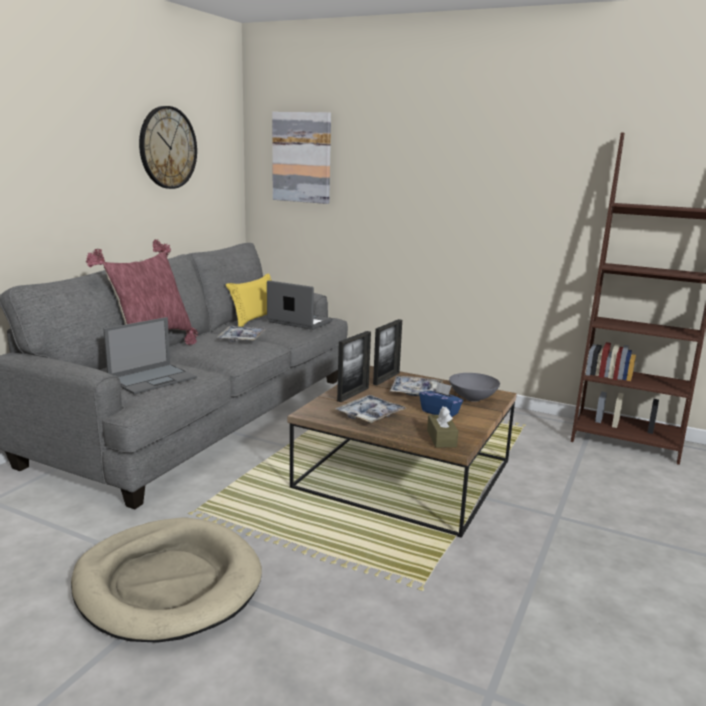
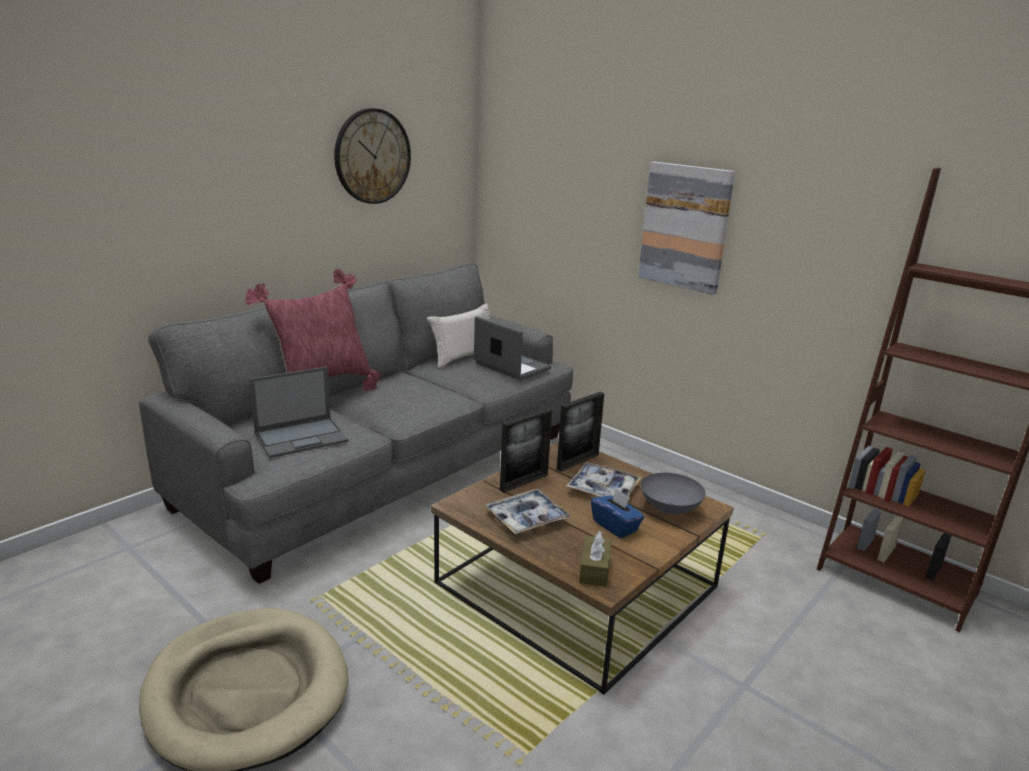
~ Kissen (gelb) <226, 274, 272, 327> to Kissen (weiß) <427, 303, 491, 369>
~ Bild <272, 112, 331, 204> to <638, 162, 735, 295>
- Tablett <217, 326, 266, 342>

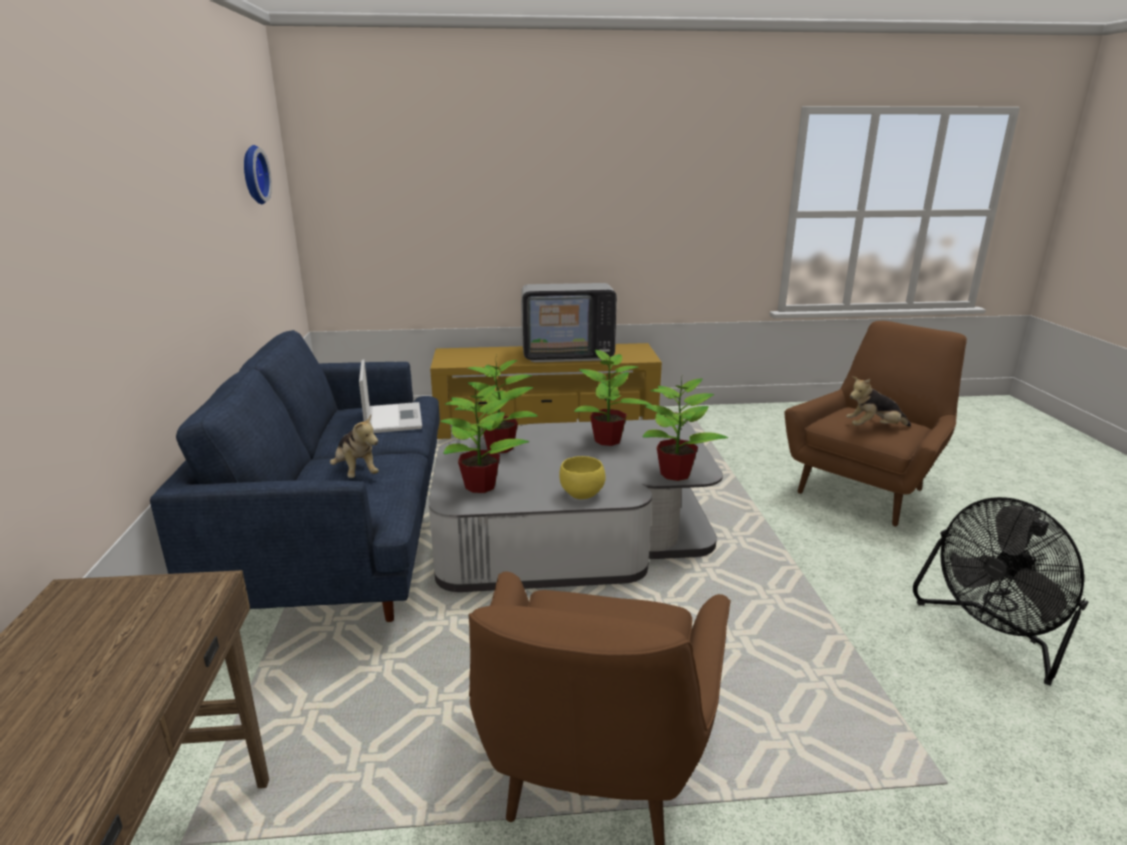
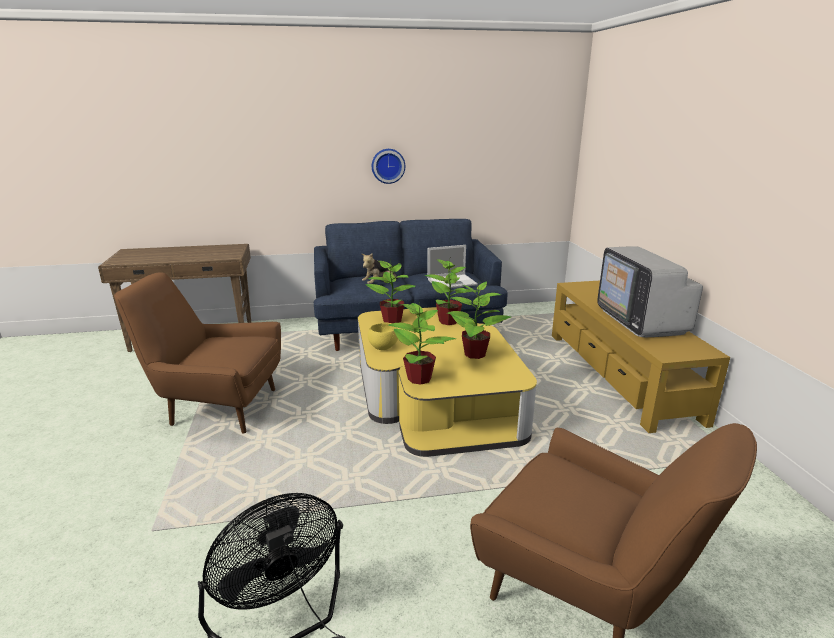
~ Couchtisch (grau) <429, 419, 723, 592> to Couchtisch (gelb) <358, 307, 537, 457>
~ Wanduhr <244, 145, 272, 204> to <372, 149, 405, 184>
- Plüschtier <846, 376, 911, 426>

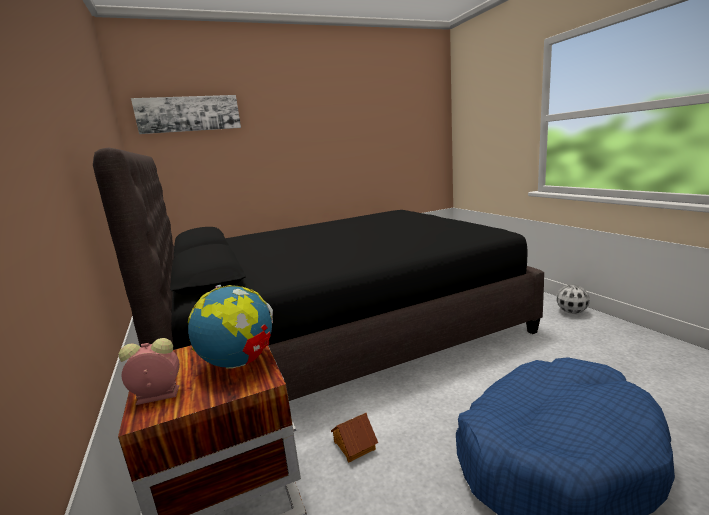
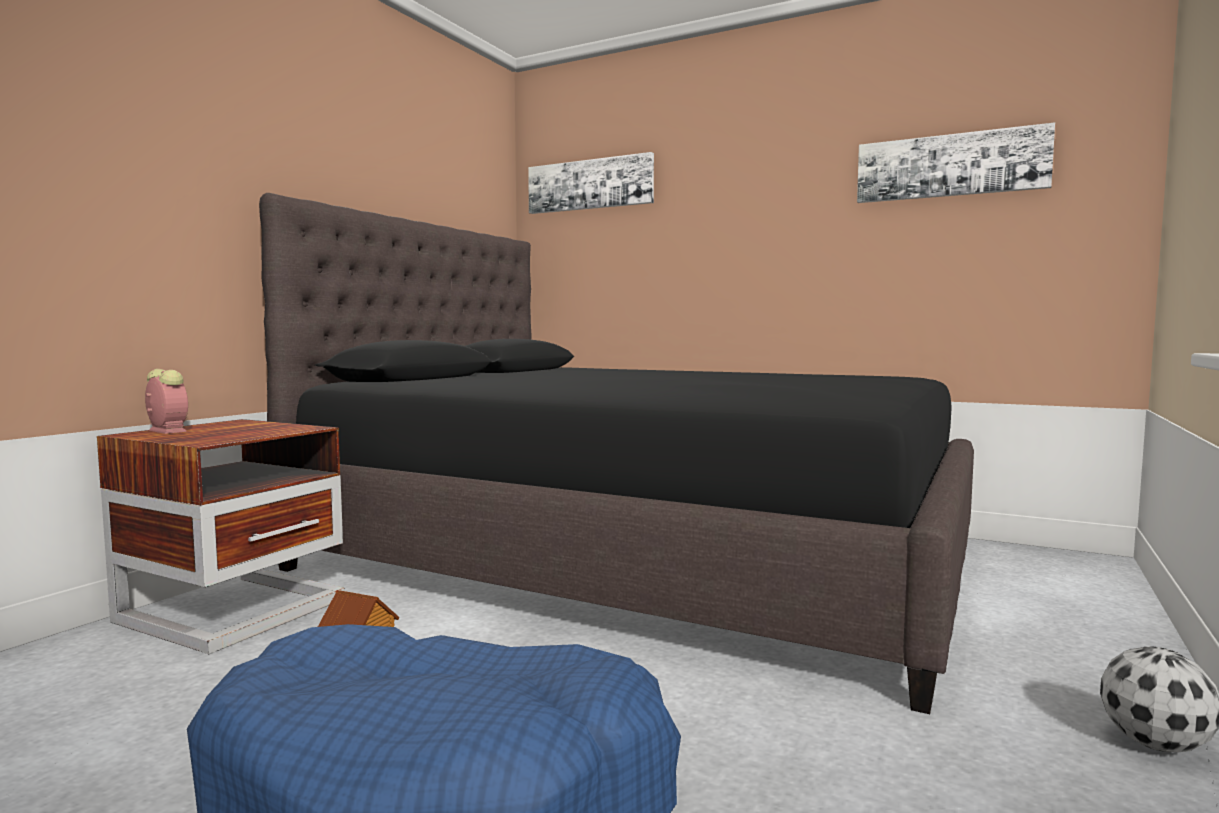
+ Bild <857, 122, 1055, 203>
- Globus <188, 285, 273, 369>

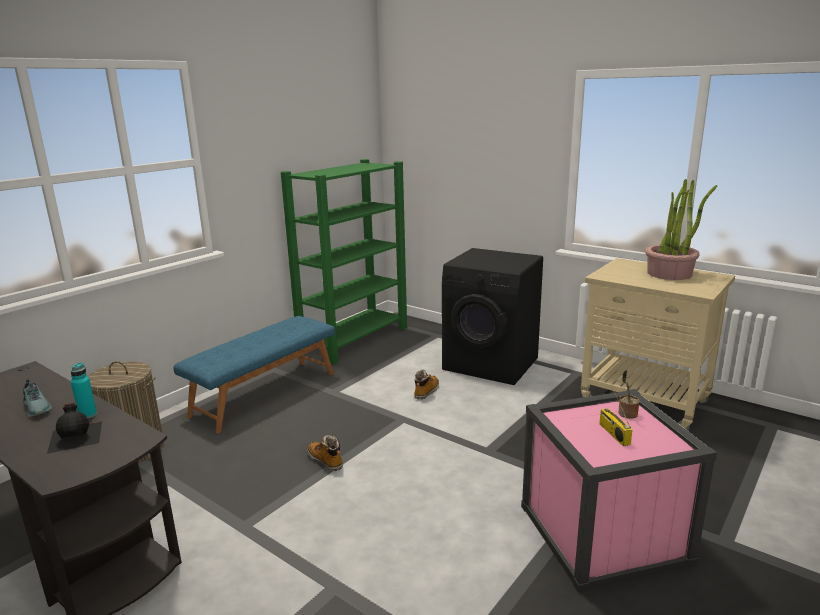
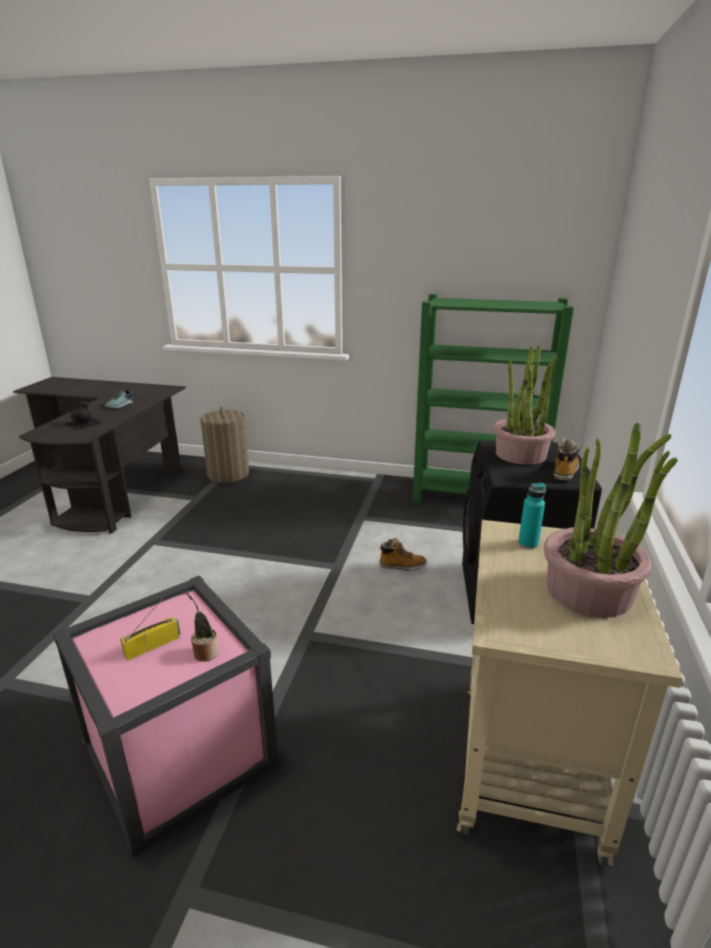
+ Topfpflanze <493, 346, 557, 465>
~ Flasche (türkis) <71, 363, 97, 419> to <518, 483, 546, 549>
~ Stiefel <307, 435, 343, 471> to <554, 438, 580, 481>
- Bank (blau) <173, 316, 335, 433>

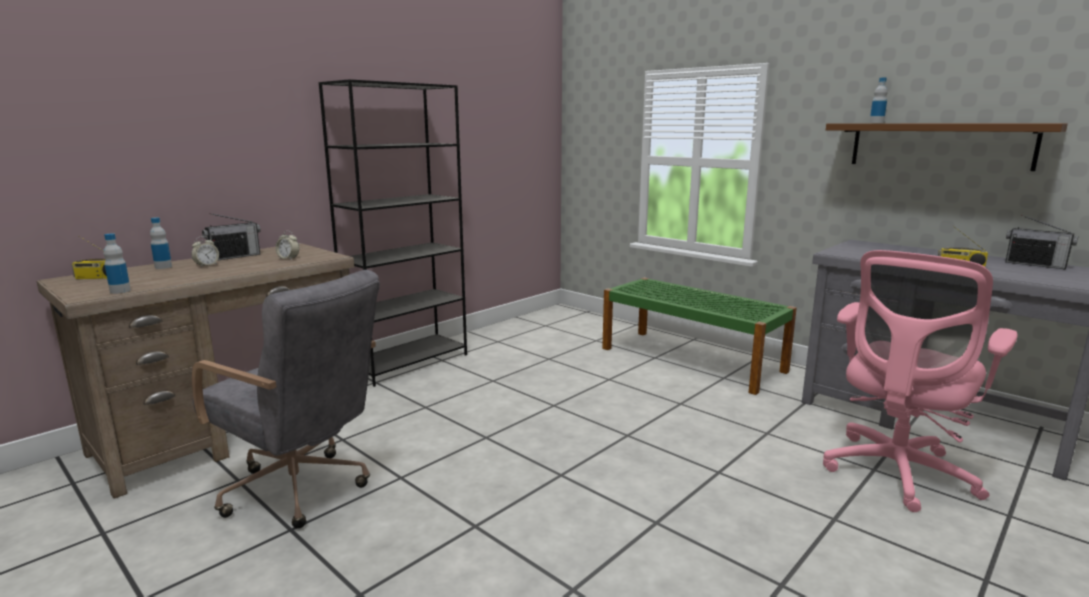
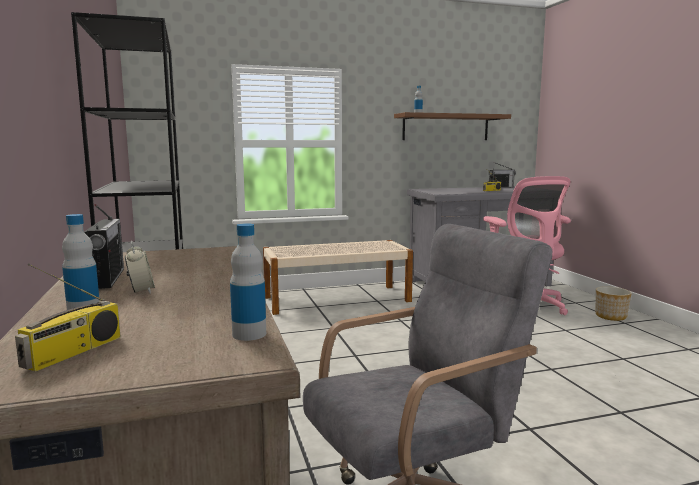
~ Bank (grün) <602, 278, 797, 395> to Bank (beige) <263, 240, 413, 315>
+ Pflanzkübel <596, 286, 632, 321>
- Wecker <275, 231, 299, 260>

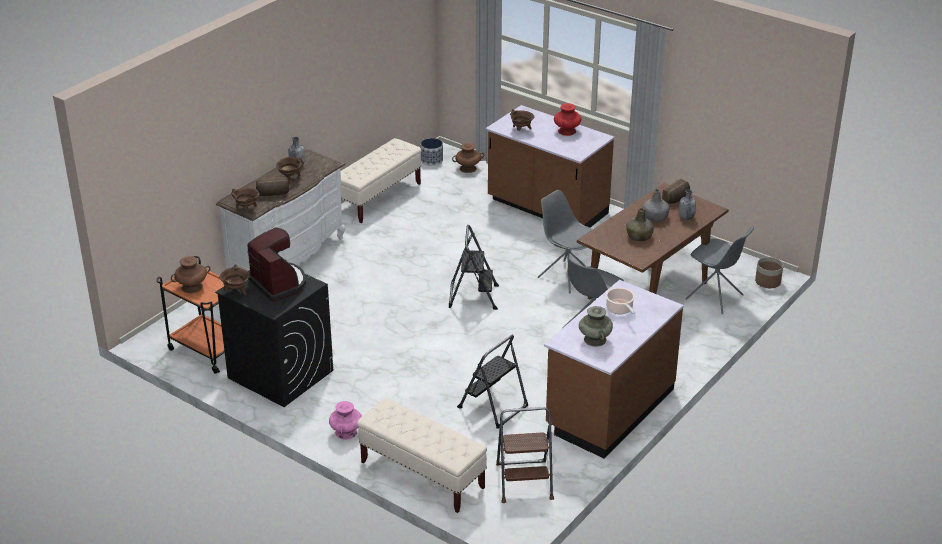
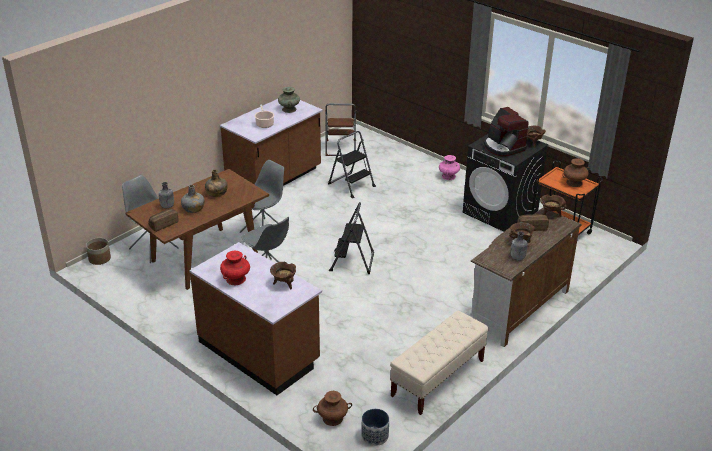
- Bank (beige) <357, 398, 487, 513>

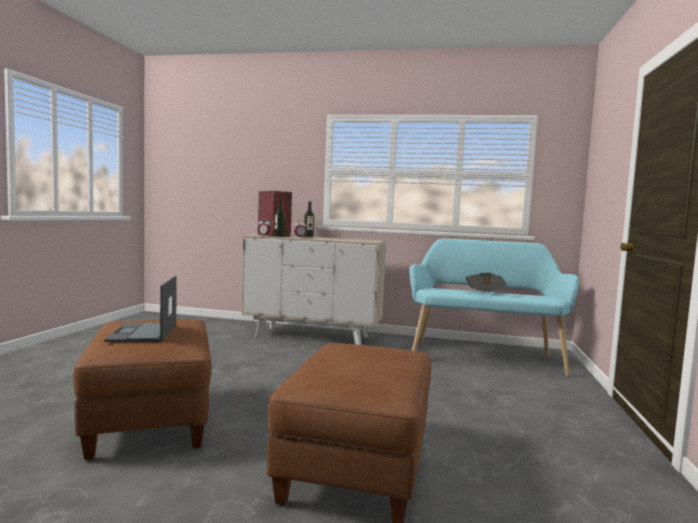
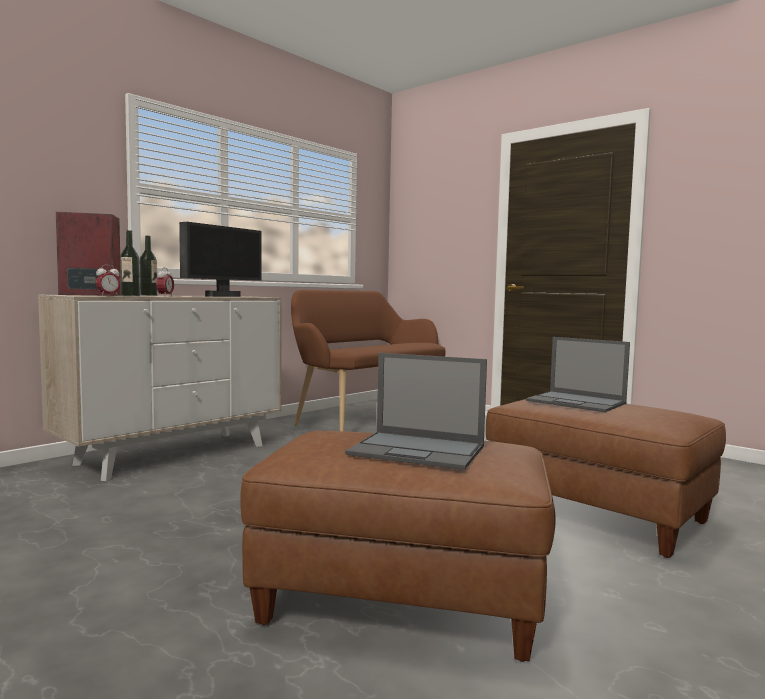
+ Monitor <179, 222, 261, 297>
~ Bank (türkis) <409, 238, 579, 377> to Bank (braun) <291, 290, 446, 431>
+ Laptop <526, 337, 630, 412>
- Zeitung <466, 273, 506, 291>

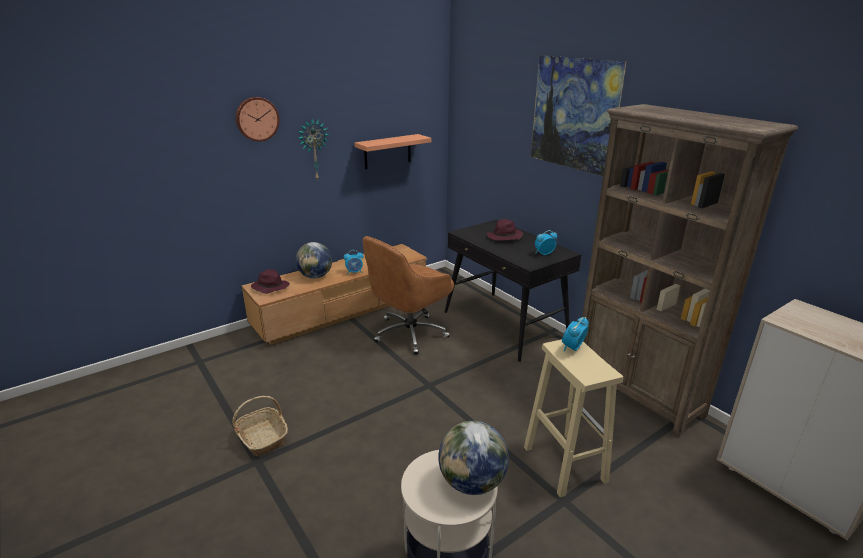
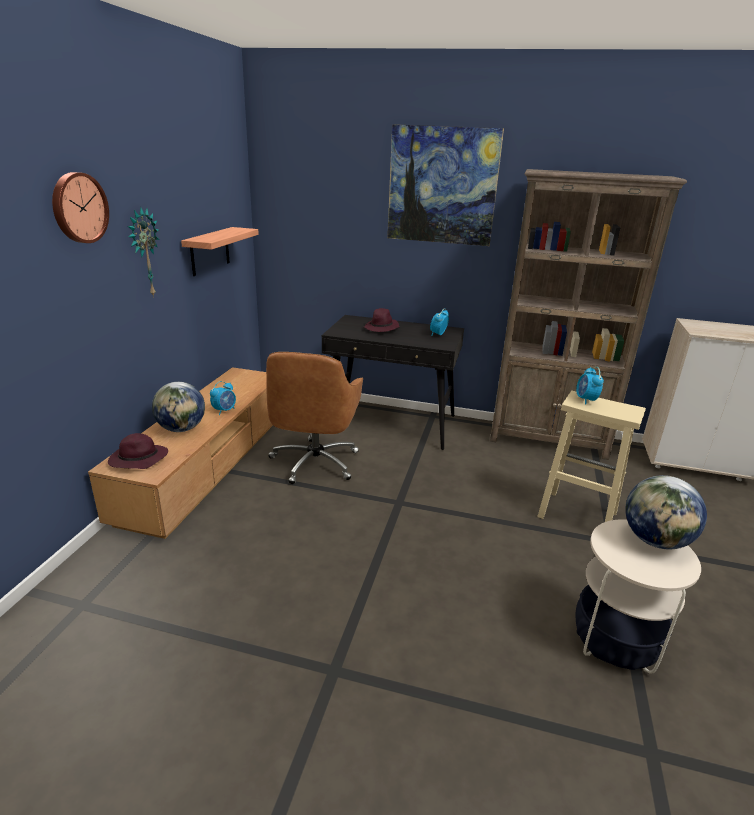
- Korb <232, 396, 288, 456>

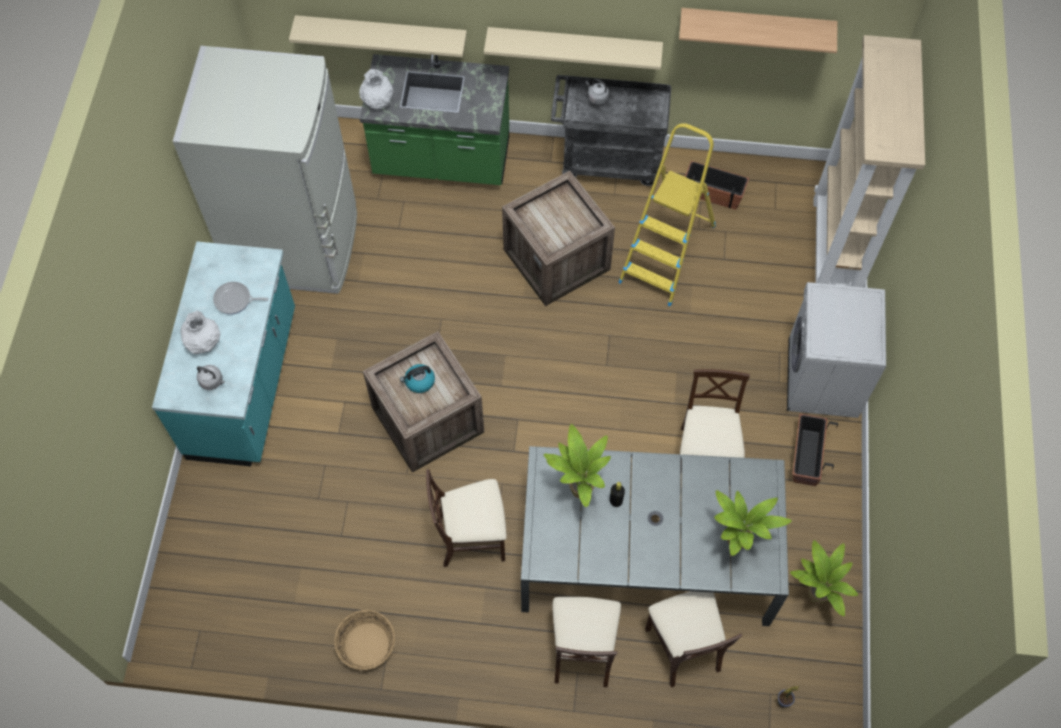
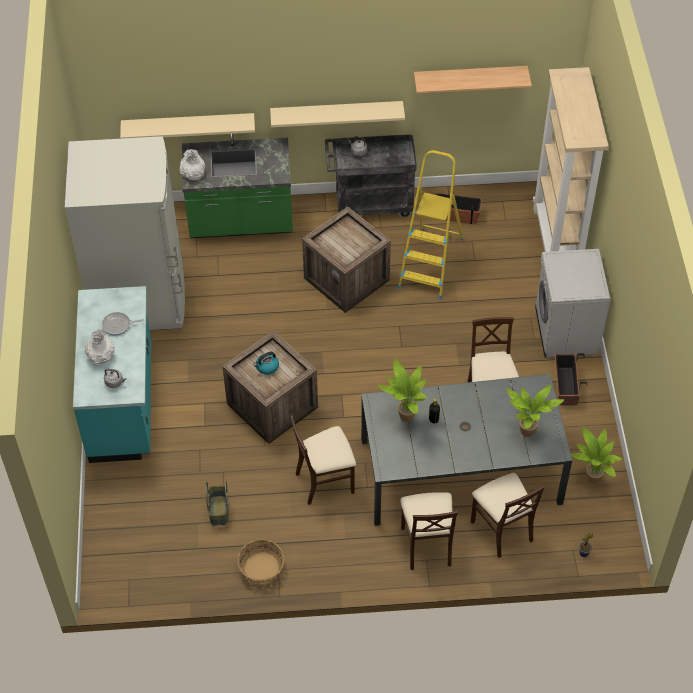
+ Korb <206, 481, 229, 526>

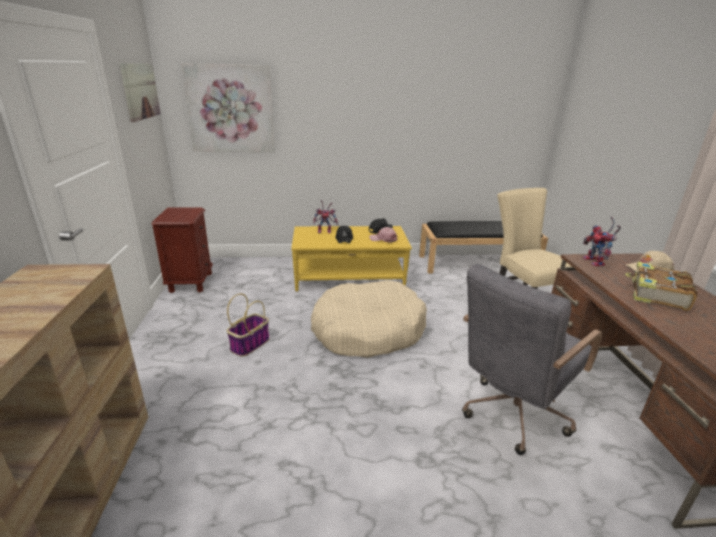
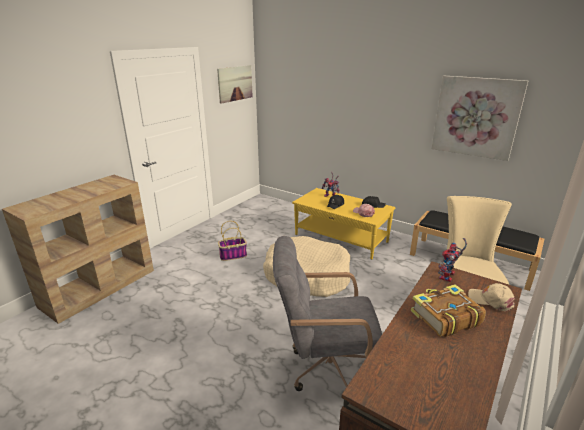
~ Bild <181, 63, 275, 152> to <431, 76, 528, 161>
- Nachttisch (braun) <152, 207, 213, 293>

